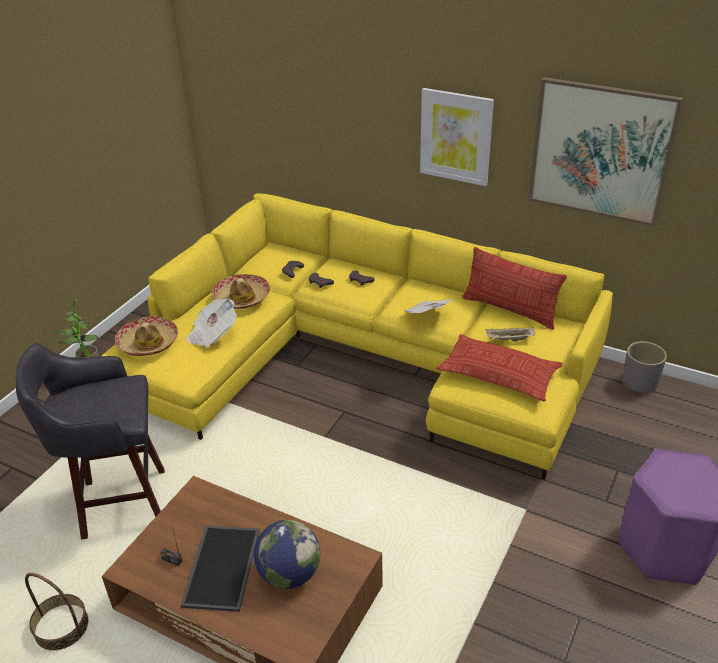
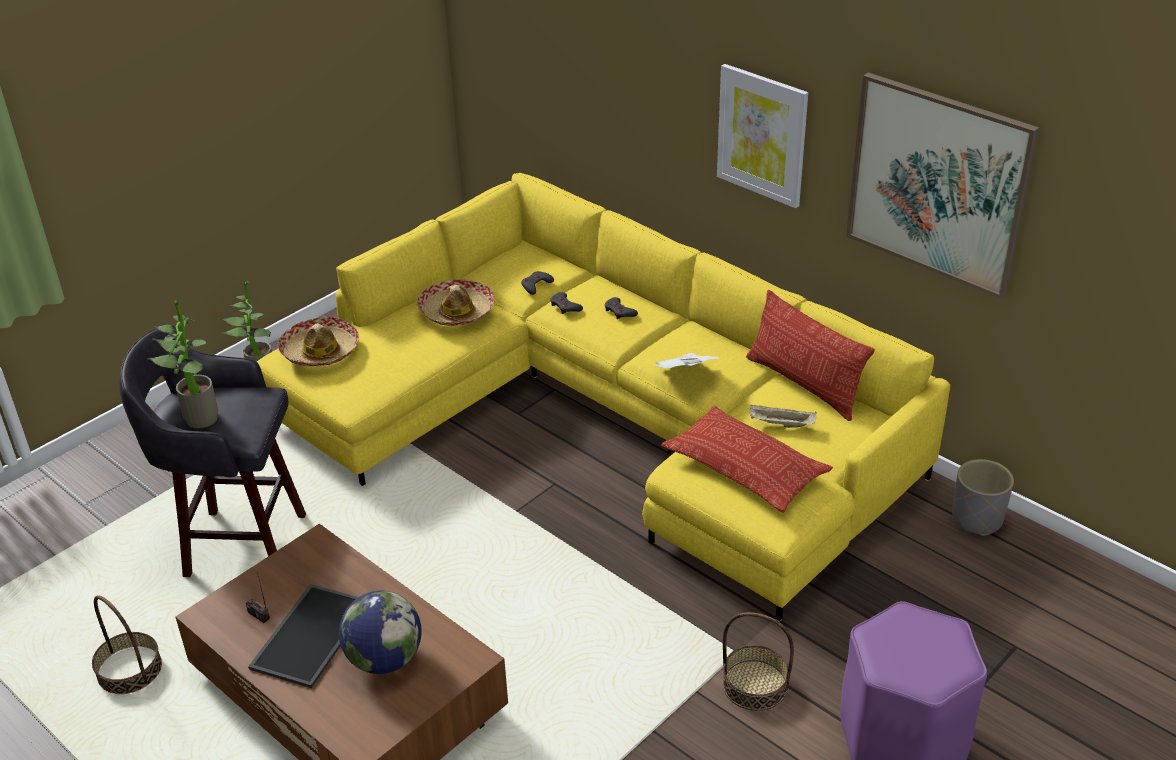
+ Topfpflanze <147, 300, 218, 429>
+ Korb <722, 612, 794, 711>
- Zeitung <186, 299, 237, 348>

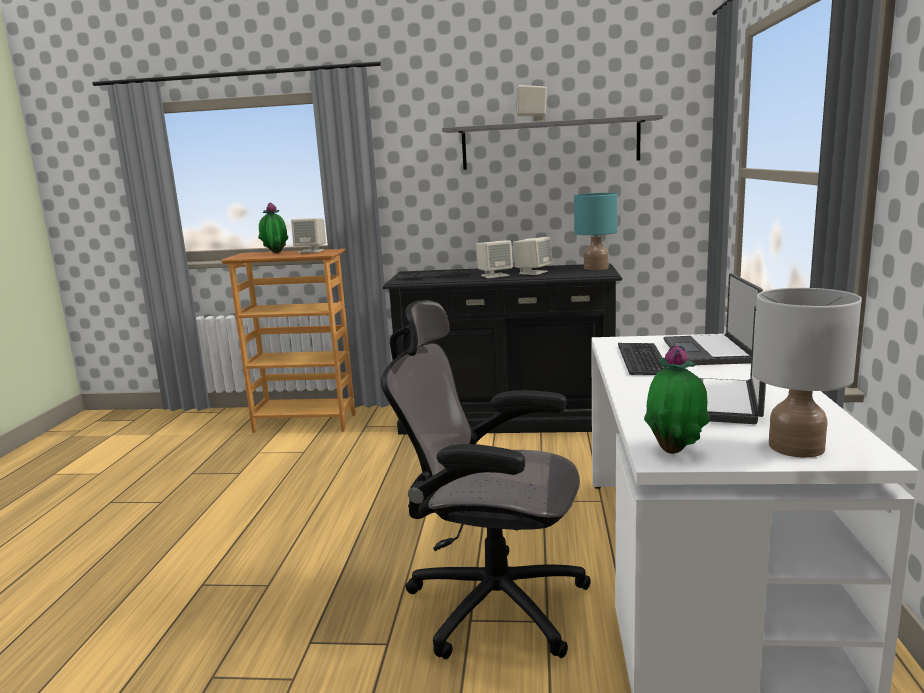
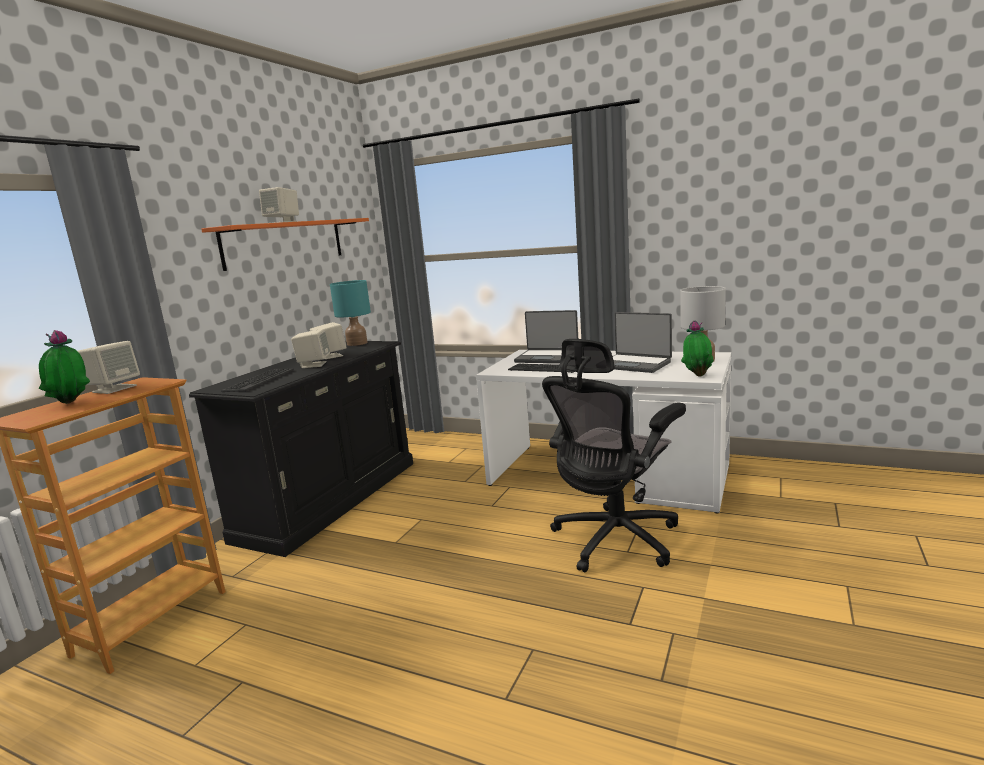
~ Wandregal (grau) <442, 114, 663, 170> to Wandregal (orange) <201, 218, 369, 271>

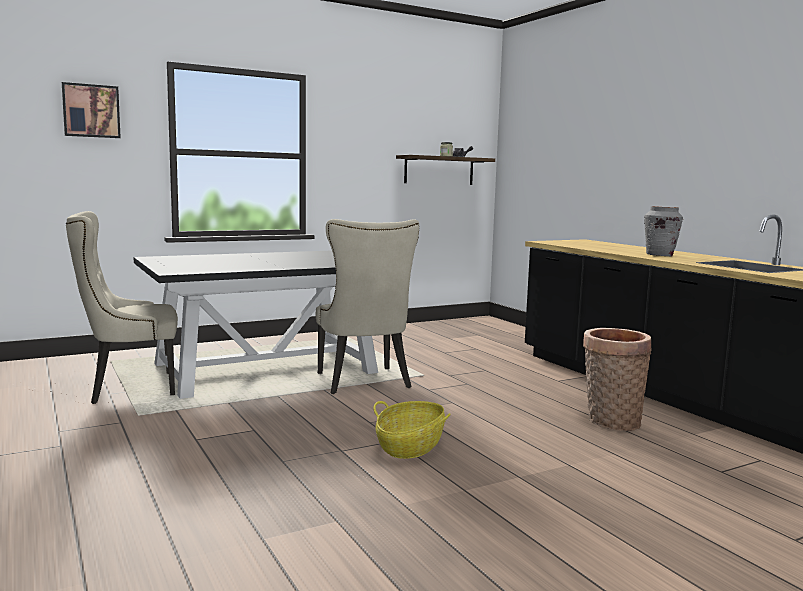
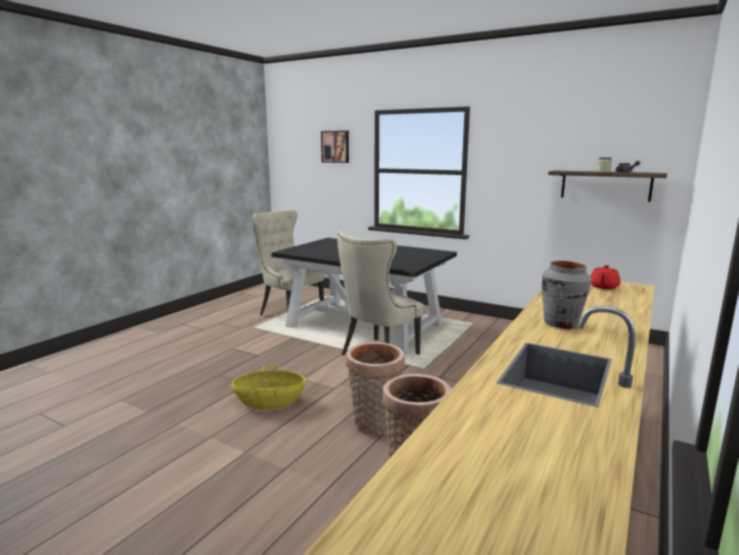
+ Korb <346, 342, 405, 435>
+ Teekanne (rot) <590, 265, 620, 289>

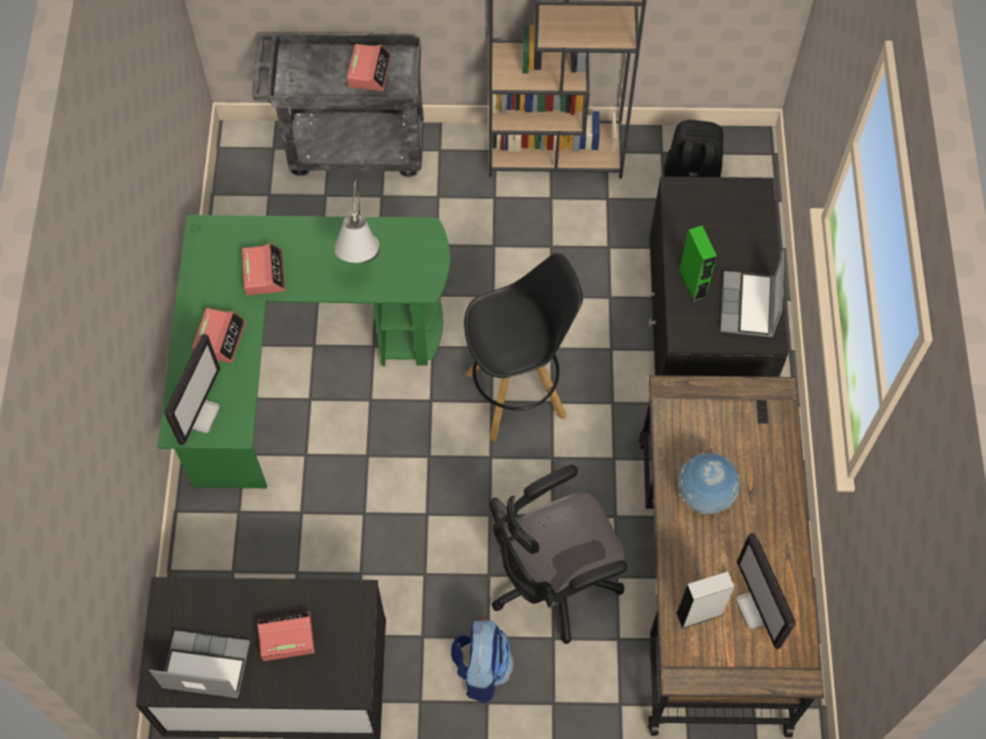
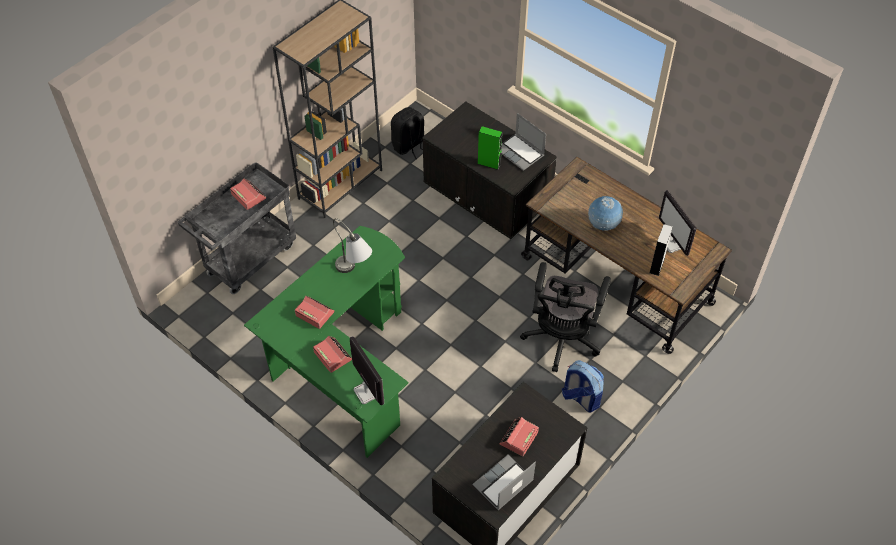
~ Monitor <736, 533, 796, 649> = <659, 190, 697, 256> 45 degrees clockwise
- Hocker (schwarz) <464, 253, 583, 442>

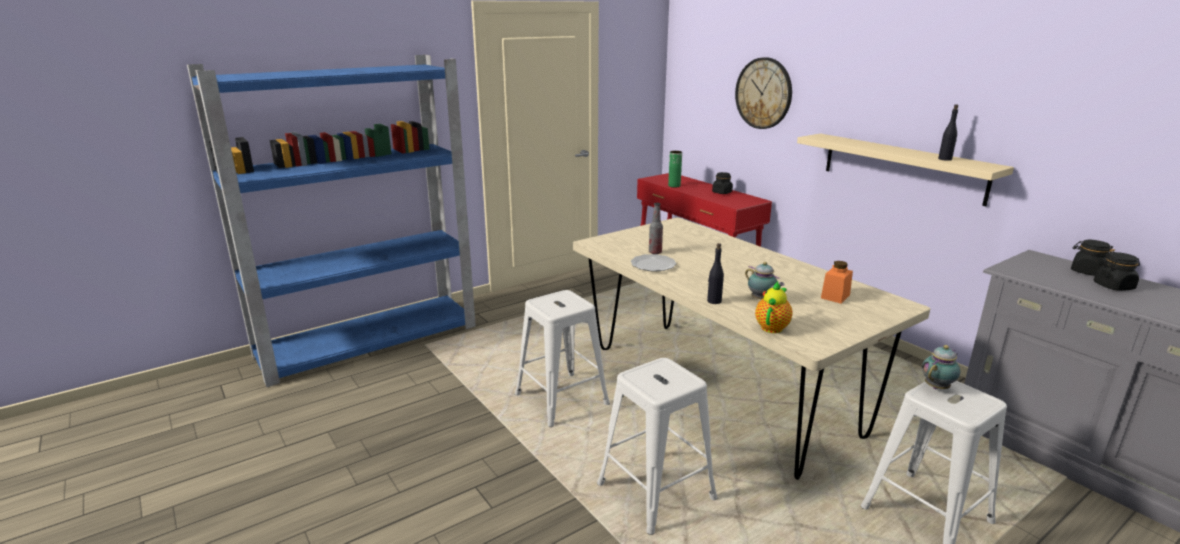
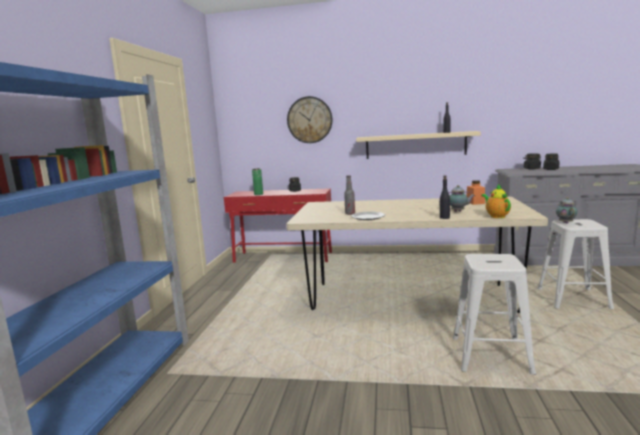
- Hocker (weiß) <515, 290, 610, 427>

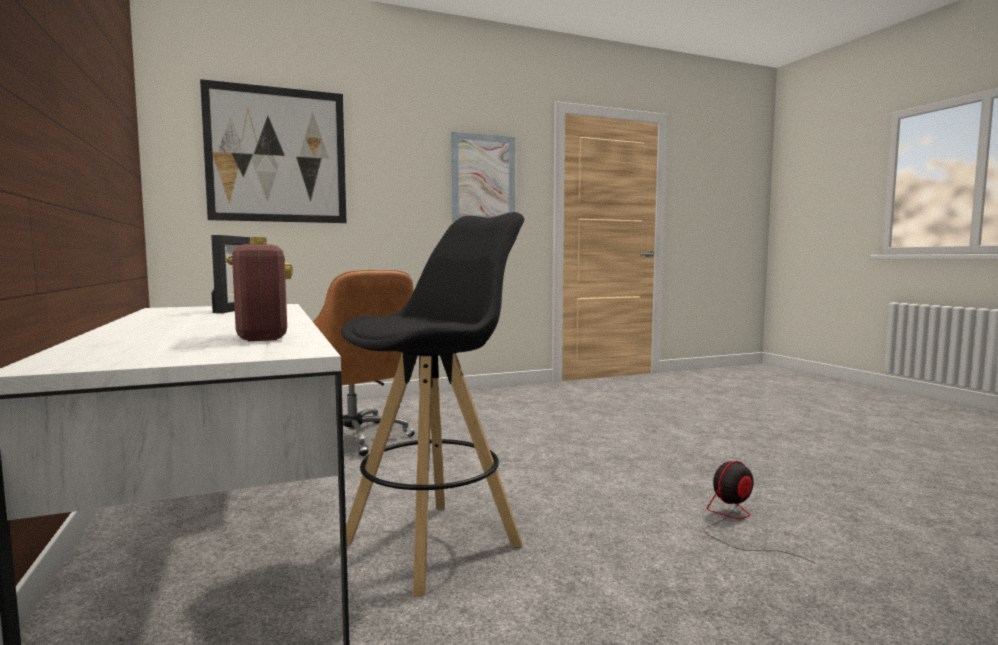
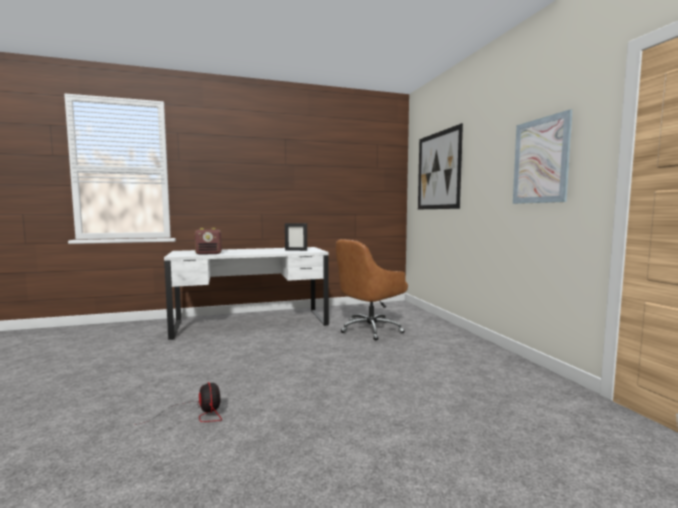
- Hocker (schwarz) <341, 212, 524, 597>

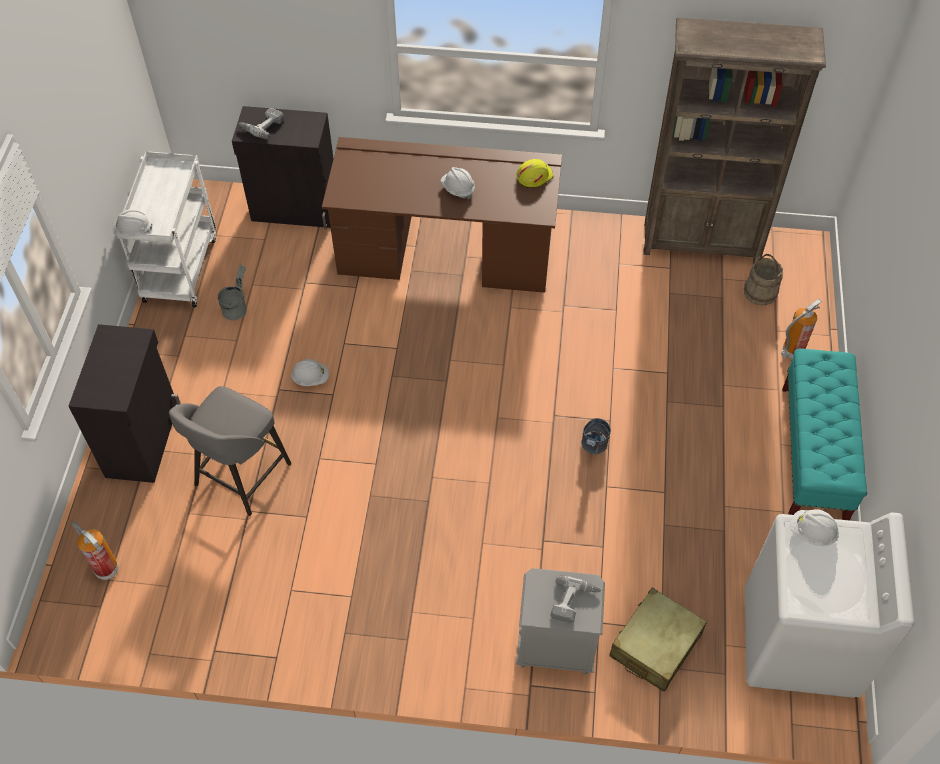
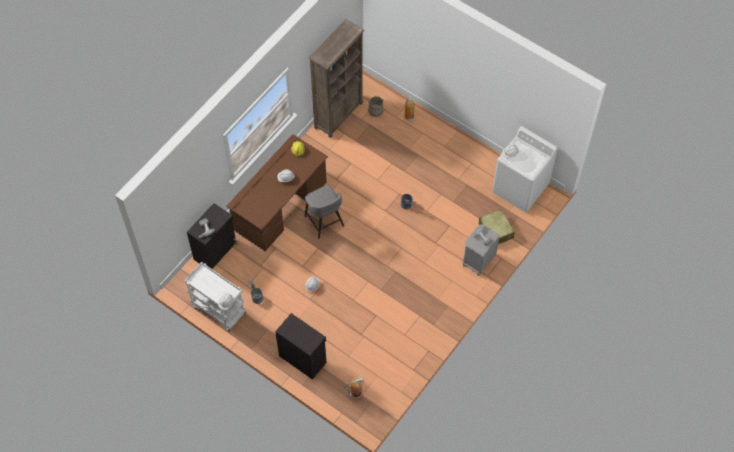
~ Hocker (grau) <169, 386, 291, 516> to <305, 185, 344, 239>
- Bank (türkis) <782, 349, 867, 520>

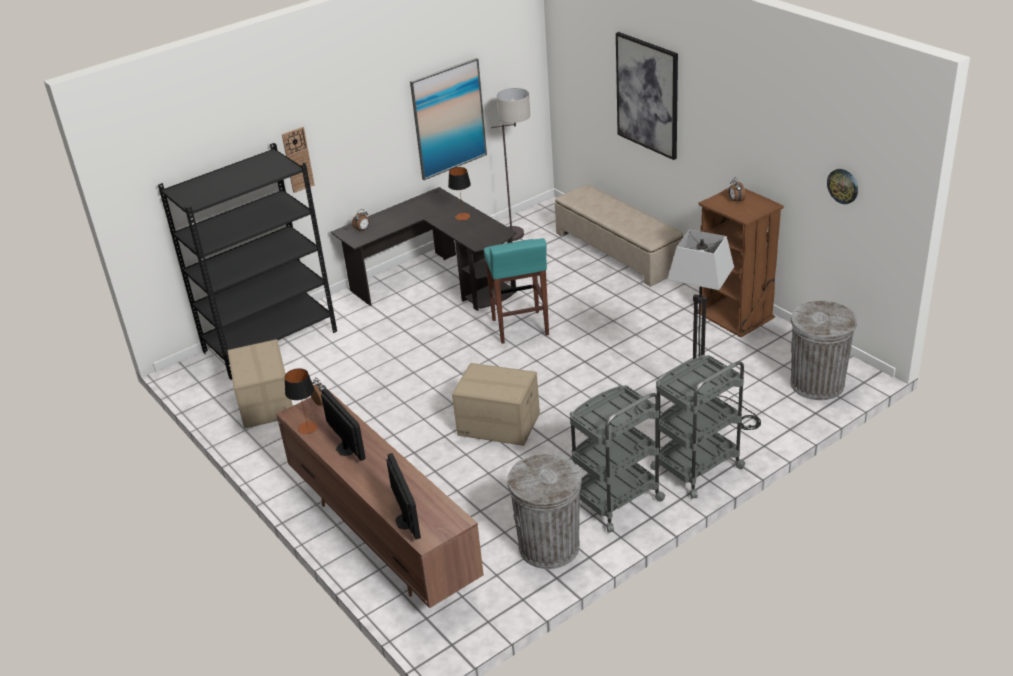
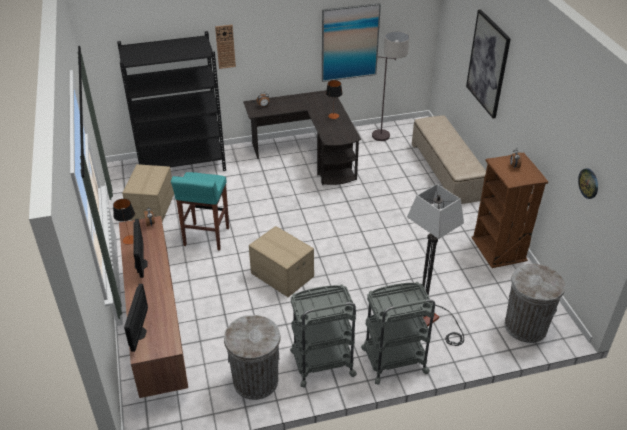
~ Hocker (türkis) <484, 238, 549, 344> to <171, 172, 229, 250>

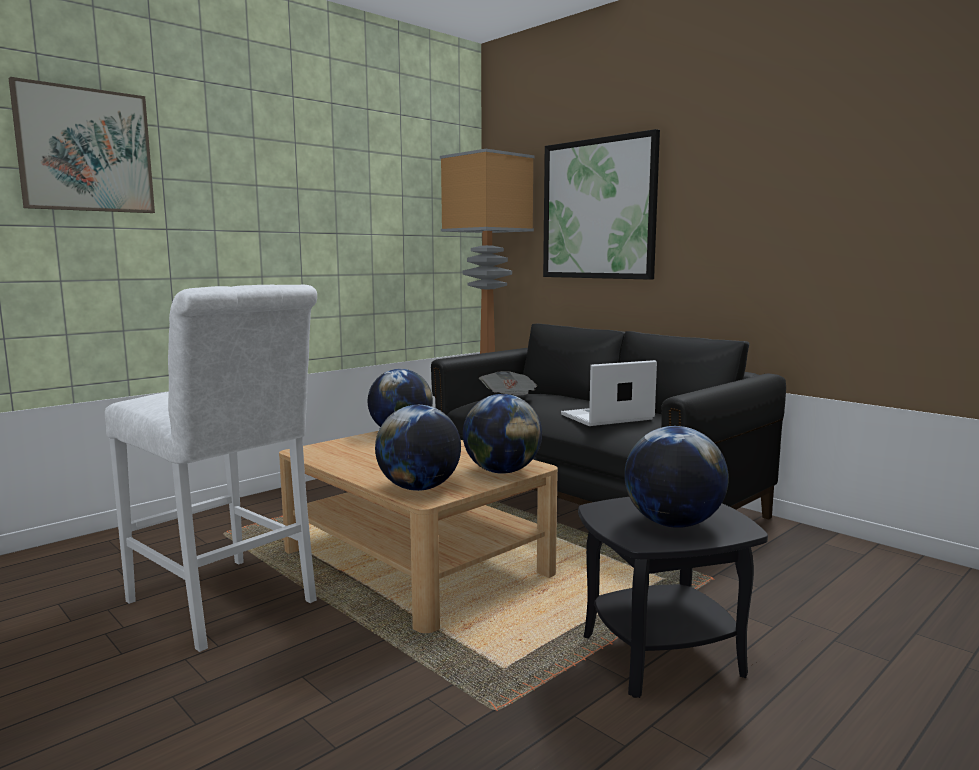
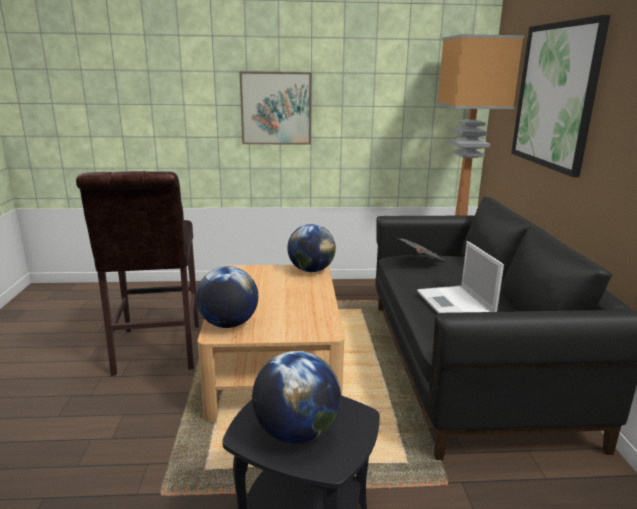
~ Hocker (weiß) <105, 284, 317, 652> to Hocker (braun) <76, 171, 199, 376>
~ Bild <9, 77, 155, 213> to <239, 72, 311, 145>
~ Laptop <561, 360, 657, 426> = <417, 241, 504, 314> 120 degrees counterclockwise
- Globus <463, 394, 542, 474>

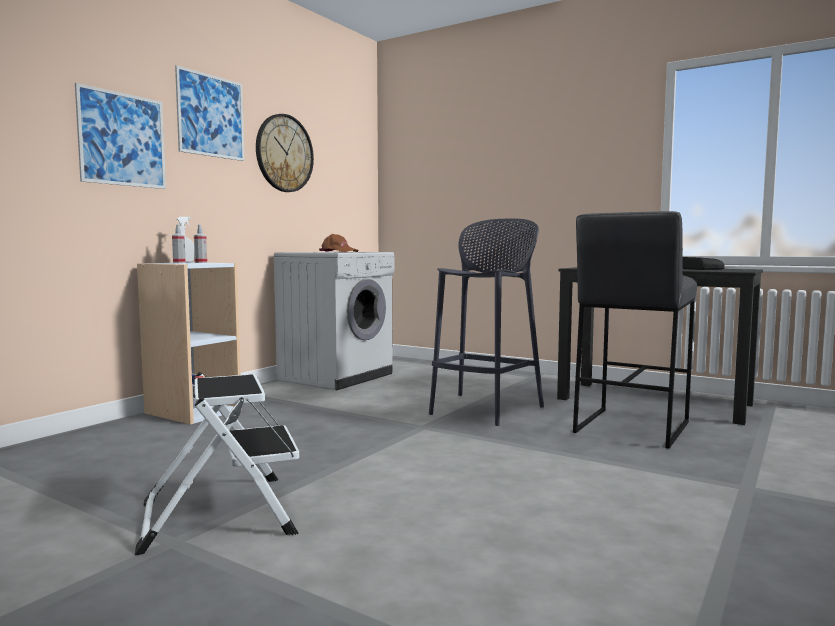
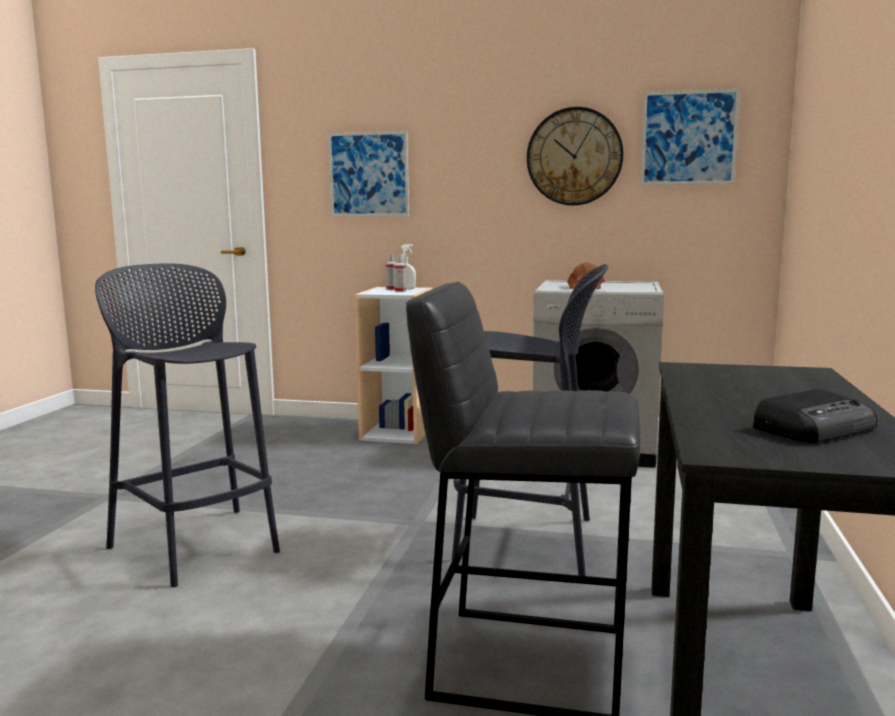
+ Hocker (grau) <95, 263, 280, 587>
~ Bild <175, 65, 244, 161> to <641, 89, 740, 185>
- Trittleiter <135, 372, 299, 555>

